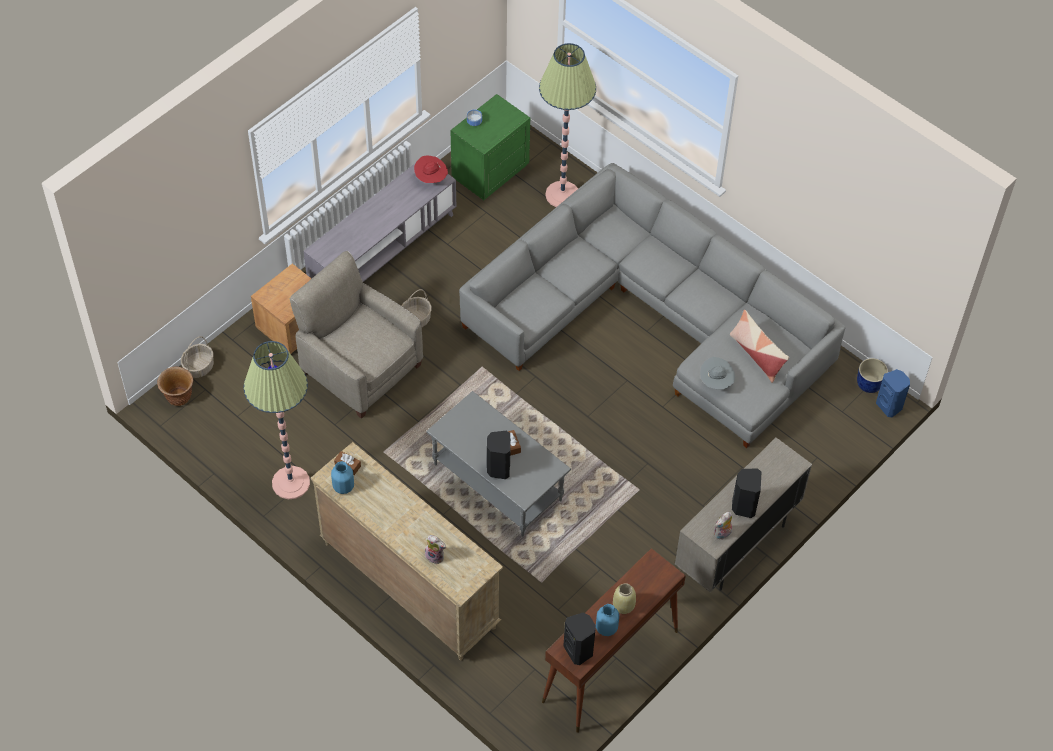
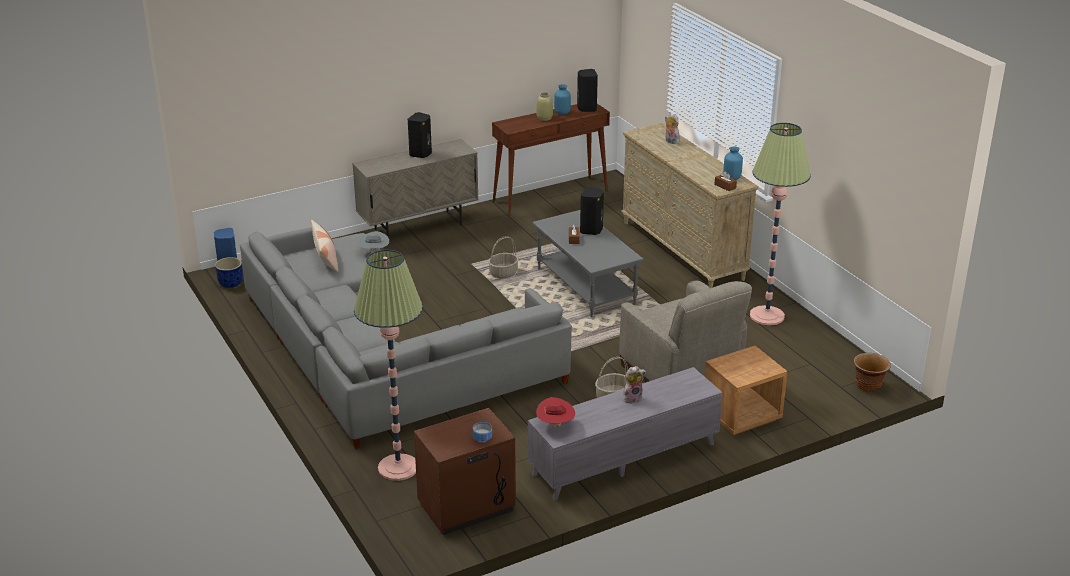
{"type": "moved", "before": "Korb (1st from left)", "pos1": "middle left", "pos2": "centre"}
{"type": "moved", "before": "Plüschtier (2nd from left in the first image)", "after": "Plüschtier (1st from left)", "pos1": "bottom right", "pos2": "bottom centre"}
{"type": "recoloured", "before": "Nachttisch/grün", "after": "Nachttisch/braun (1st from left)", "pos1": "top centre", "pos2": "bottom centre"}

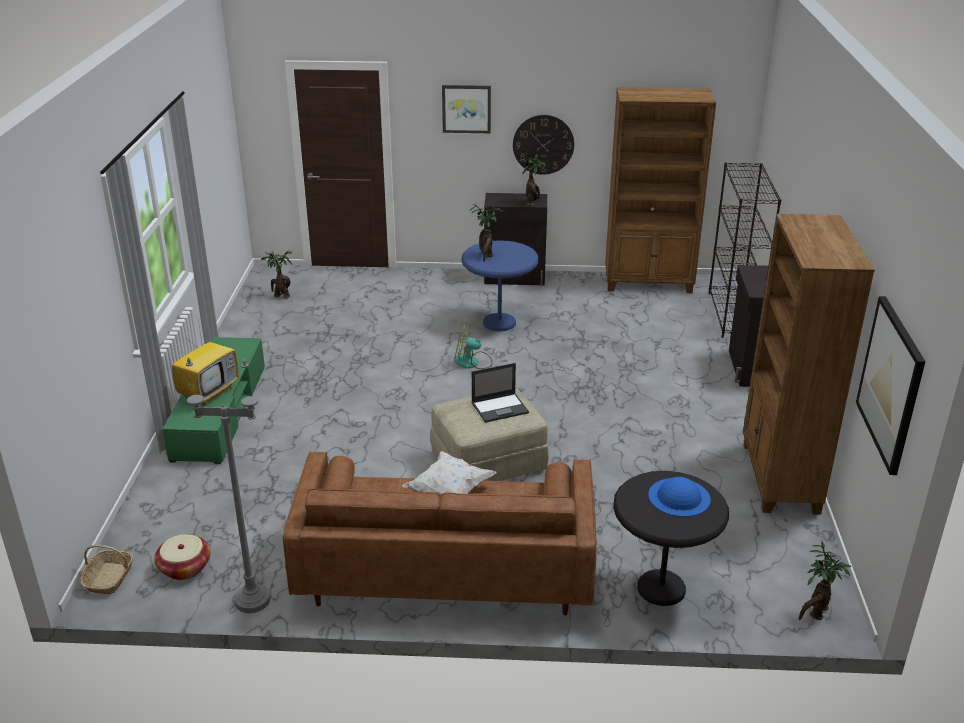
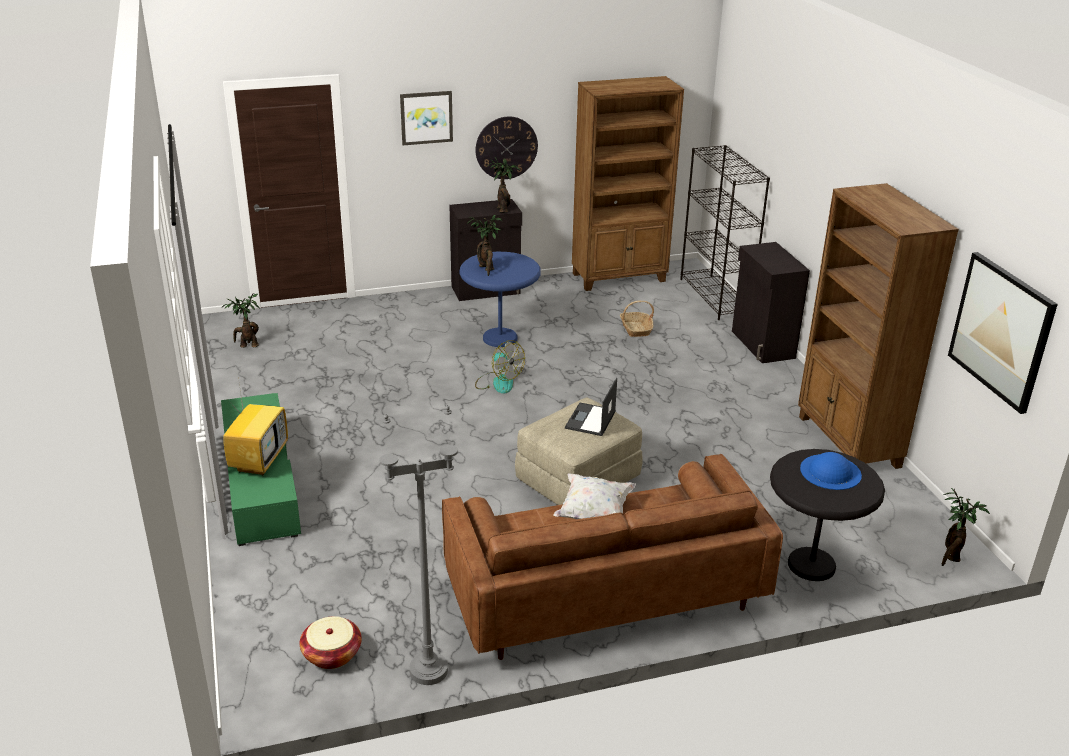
{"type": "moved", "before": "Korb (1st from left in the first image)", "after": "Korb (2nd from left)", "pos1": "bottom left", "pos2": "centre"}
{"type": "turned", "before": "Ventilator", "pos1": "centre", "pos2": "centre", "turn": -120}
{"type": "turned", "before": "Laptop", "pos1": "centre", "pos2": "centre", "turn": 150}

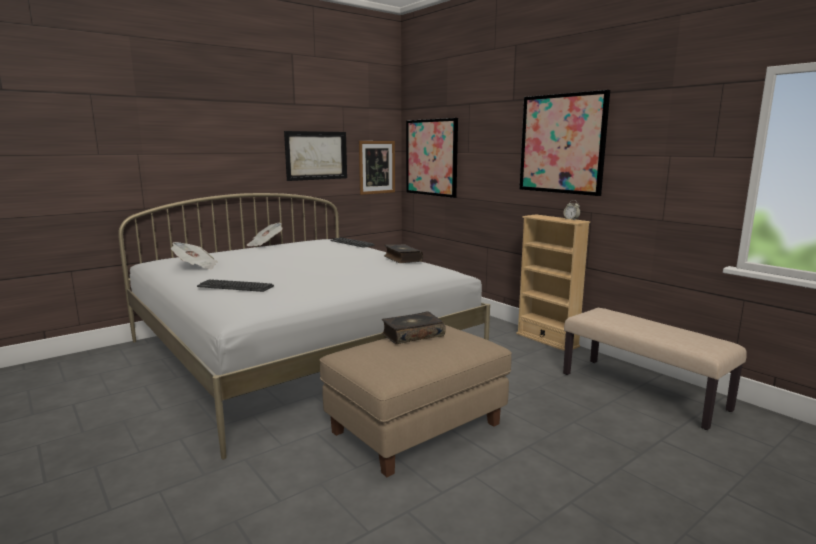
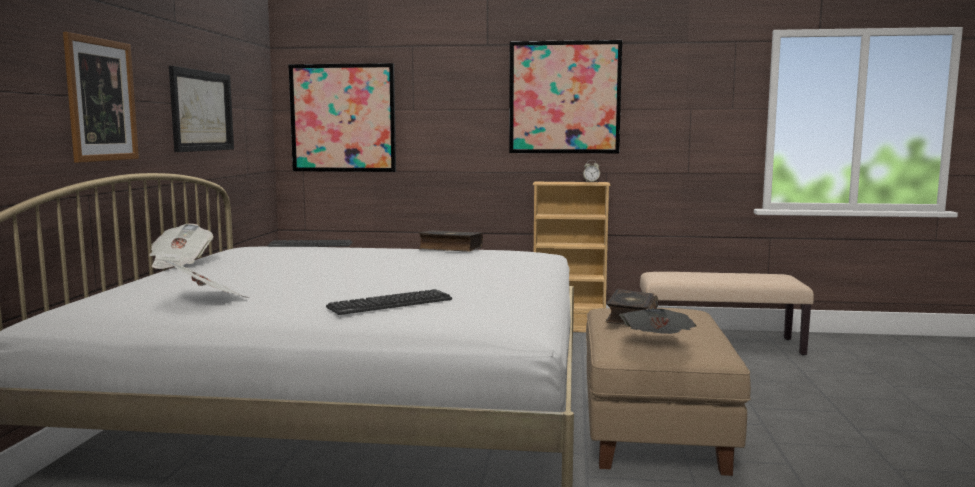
{"type": "added", "after": "Zeitung (3rd from left)", "pos2": "middle right"}
{"type": "moved", "before": "Bild (2nd from left in the first image)", "after": "Bild (1st from left)", "pos1": "top centre", "pos2": "top left"}

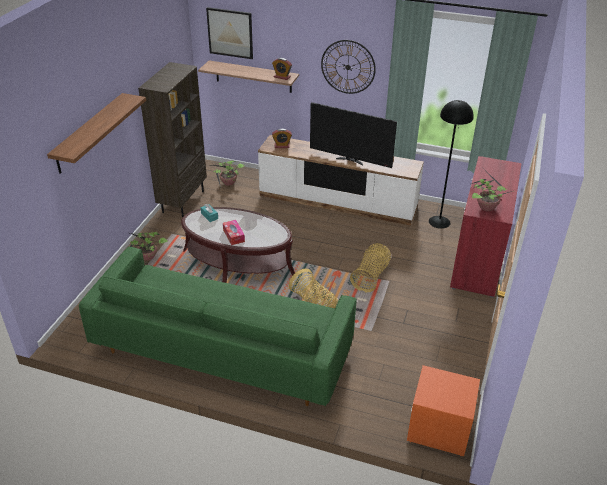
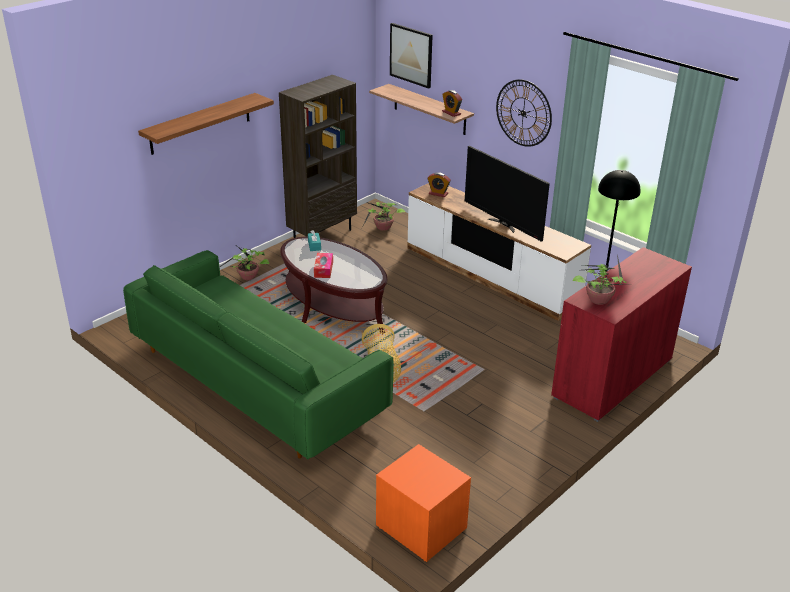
{"type": "removed", "before": "Korb (2nd from left)", "pos1": "centre"}

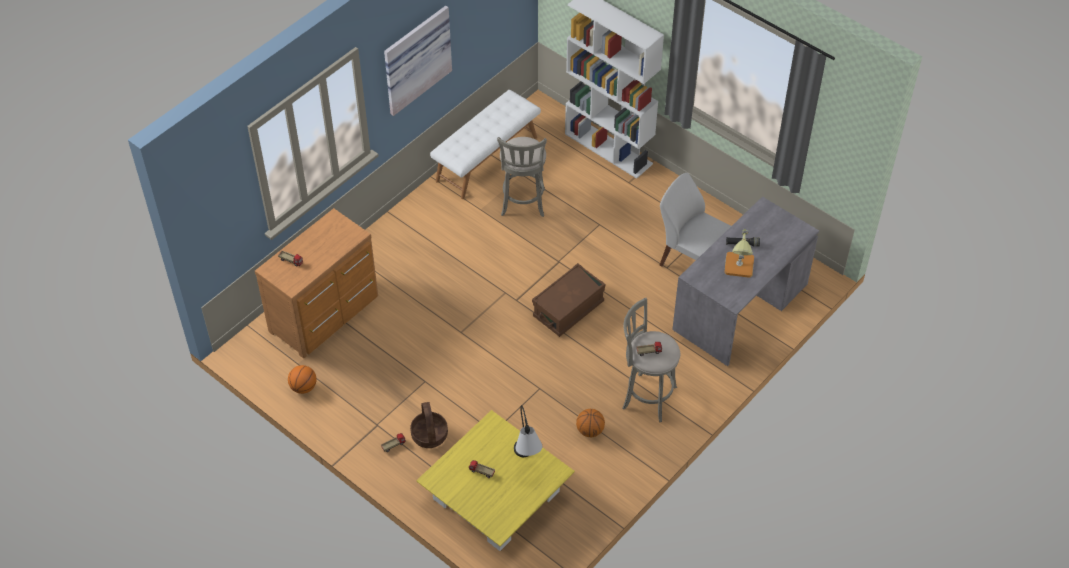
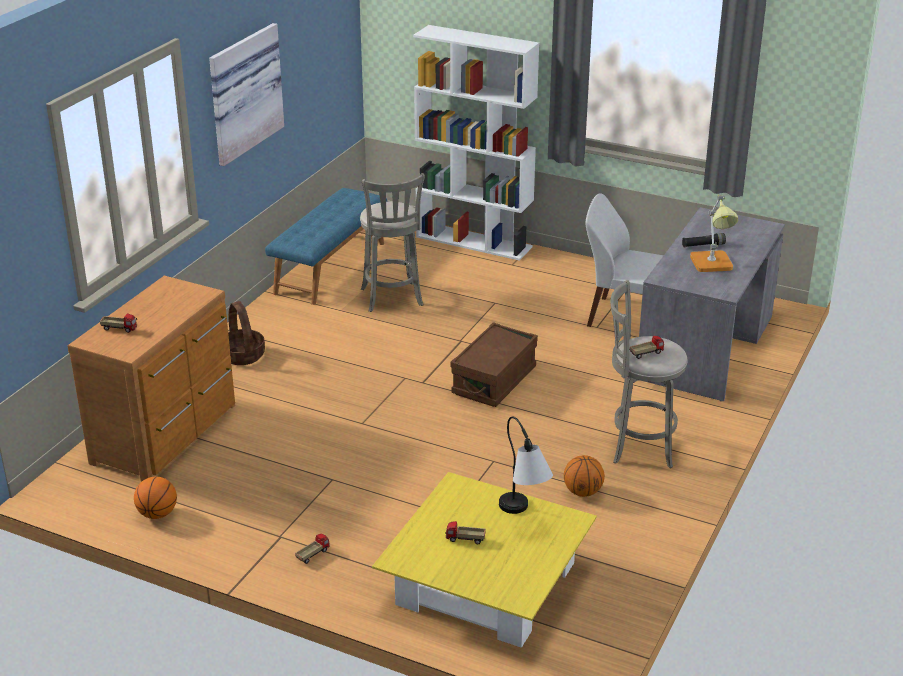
{"type": "moved", "before": "Korb", "pos1": "bottom centre", "pos2": "middle left"}
{"type": "recoloured", "before": "Bank/weiß", "after": "Bank/blau", "pos1": "top centre", "pos2": "centre"}

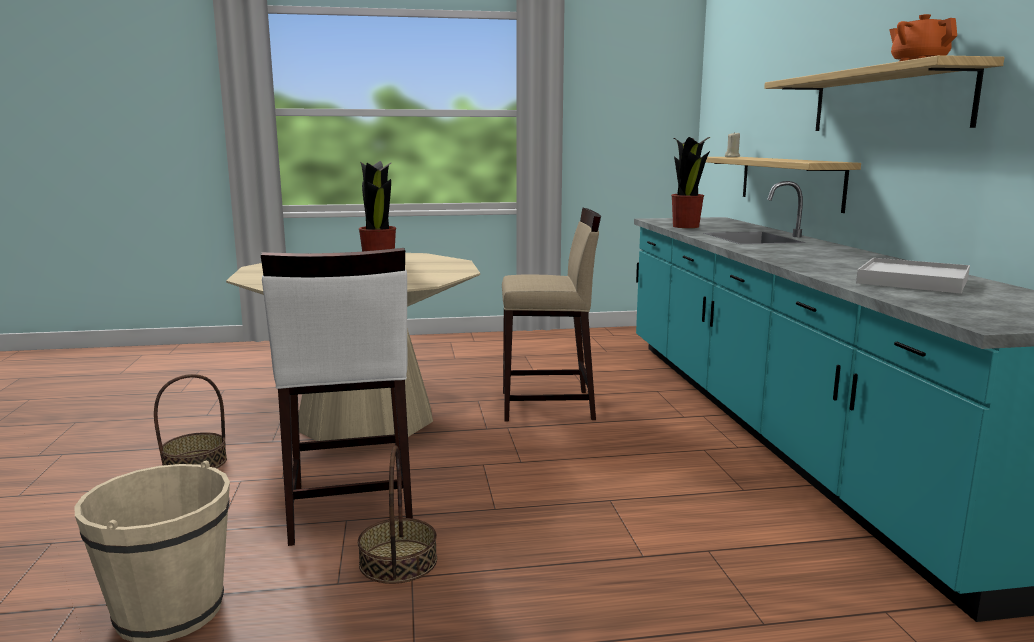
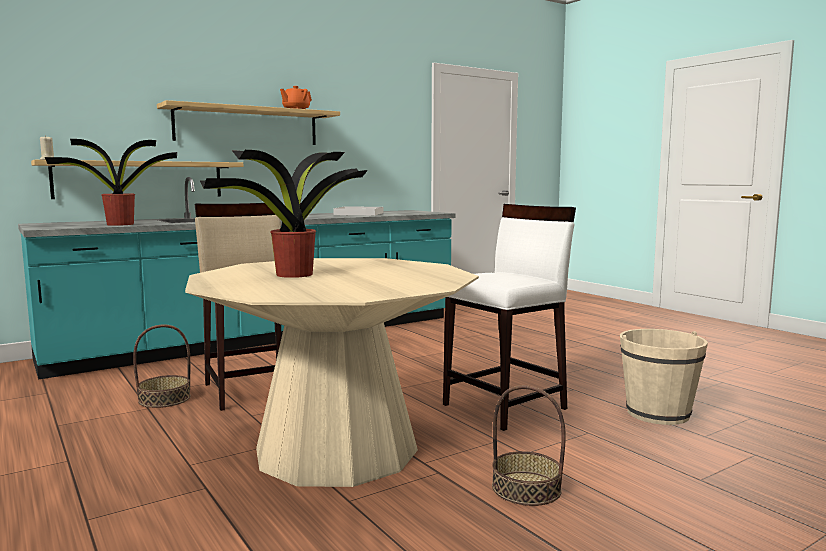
{"type": "moved", "before": "Korb (2nd from left in the first image)", "after": "Korb (1st from left)", "pos1": "bottom centre", "pos2": "middle left"}

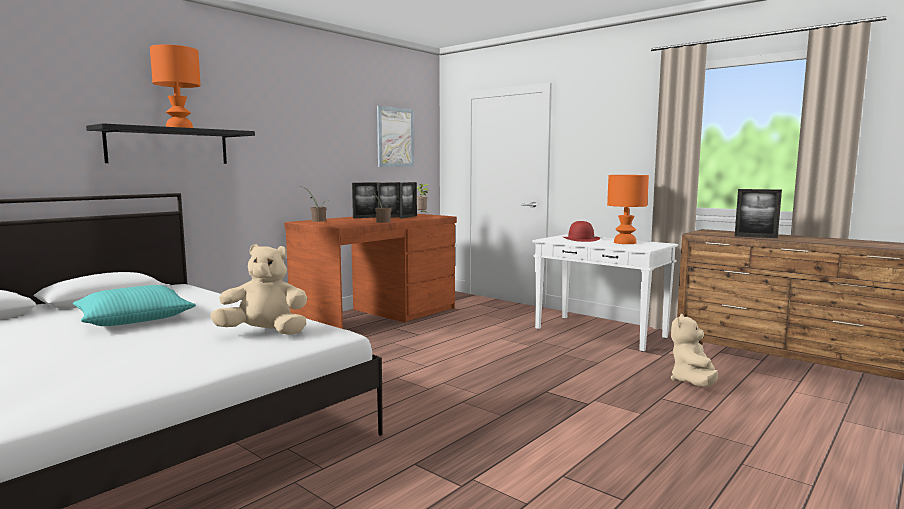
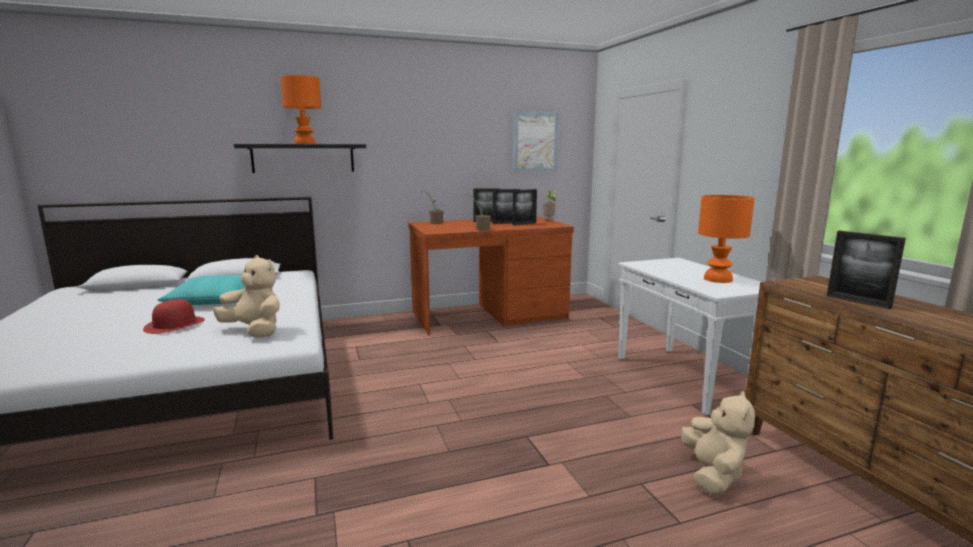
{"type": "moved", "before": "Hut/rot", "pos1": "centre", "pos2": "middle left"}
{"type": "turned", "before": "Plüschtier/beige (2nd from left)", "pos1": "bottom right", "pos2": "bottom right", "turn": 135}

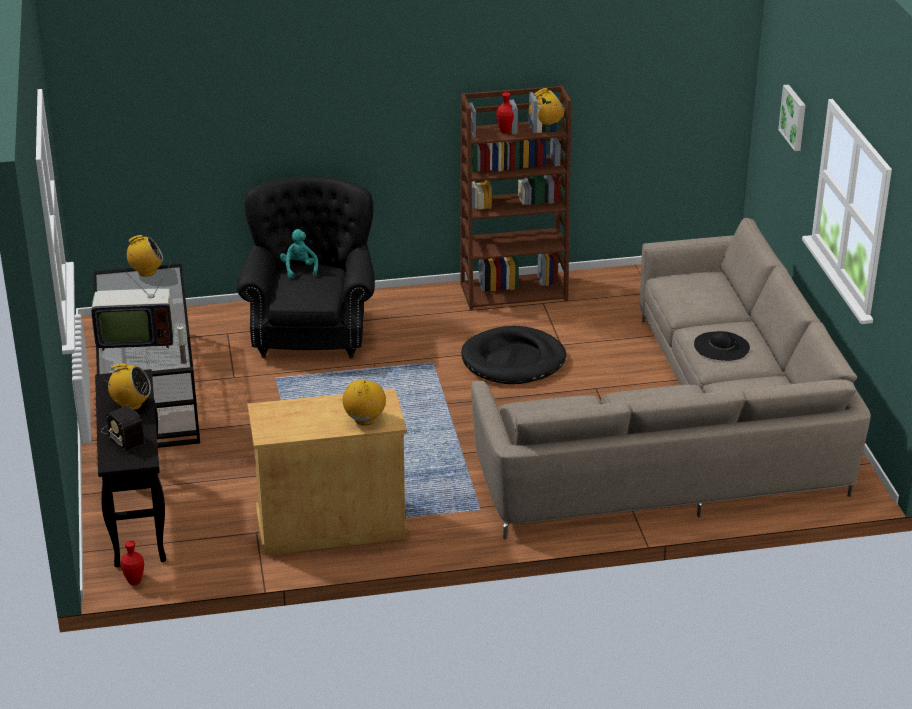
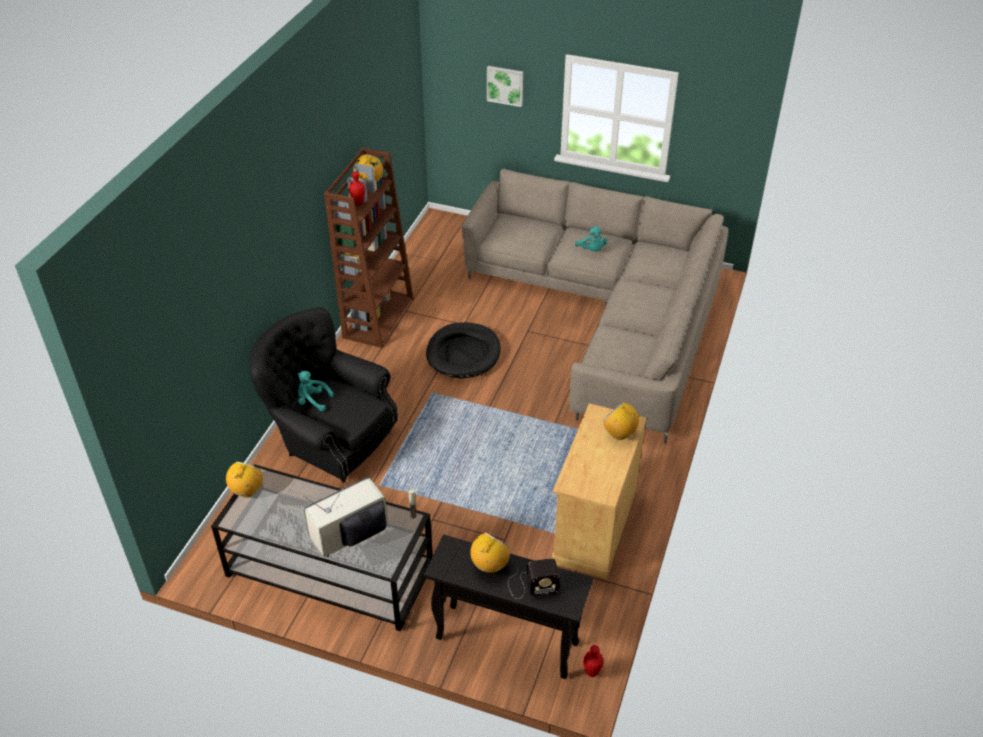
{"type": "replaced", "before": "Hut/schwarz", "after": "Plüschtier/türkis (2nd from left)", "pos1": "middle right", "pos2": "top centre"}
{"type": "turned", "before": "Fernseher", "pos1": "middle left", "pos2": "bottom centre", "turn": -150}

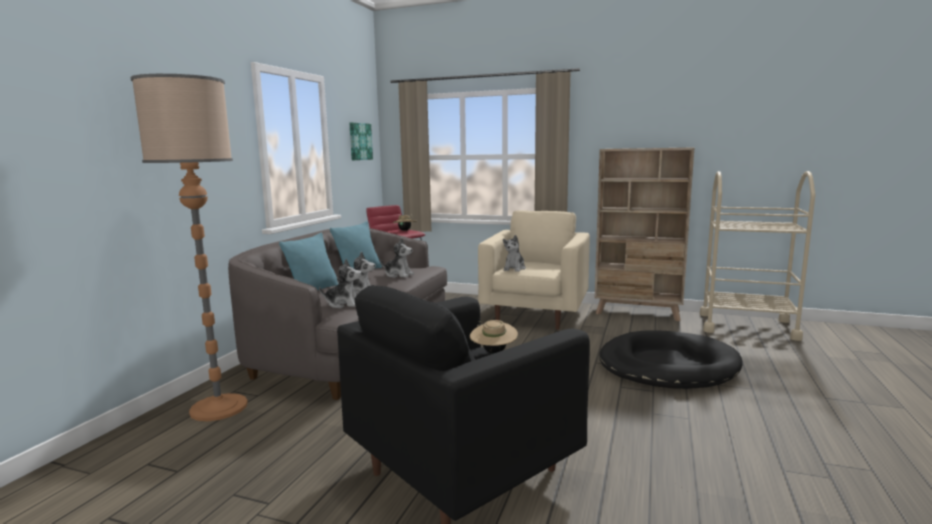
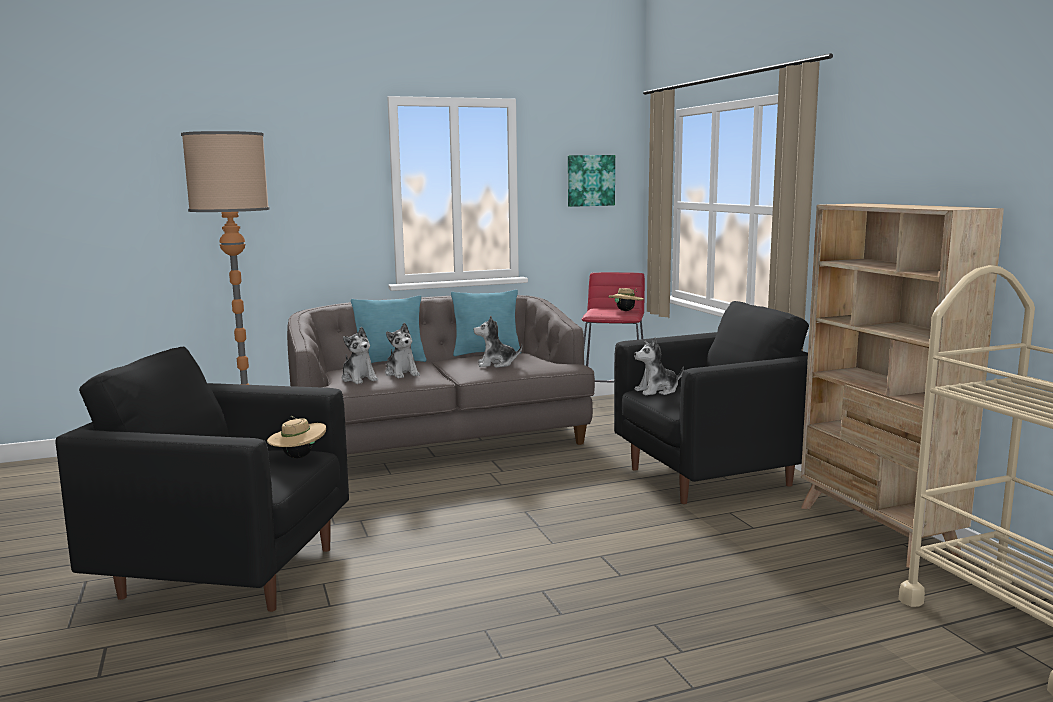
{"type": "removed", "before": "Hundebett/schwarz", "pos1": "bottom right"}
{"type": "recoloured", "before": "Sessel/beige", "after": "Sessel/schwarz (2nd from left)", "pos1": "centre", "pos2": "middle right"}
{"type": "turned", "before": "Plüschtier (3rd from left)", "pos1": "centre", "pos2": "centre", "turn": 105}

